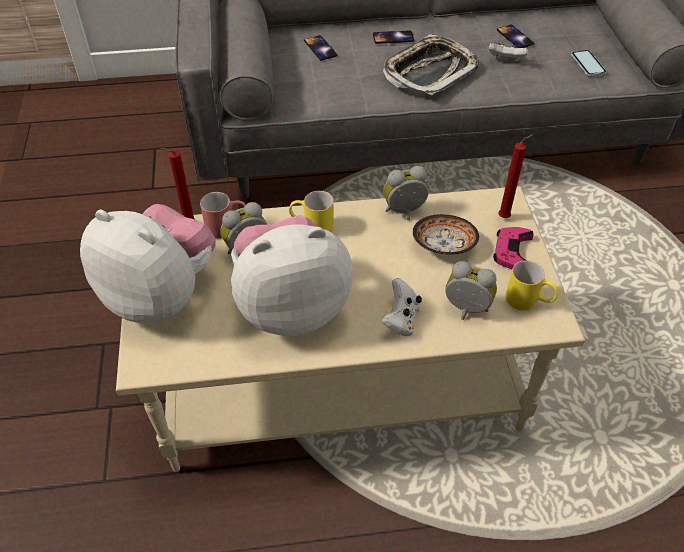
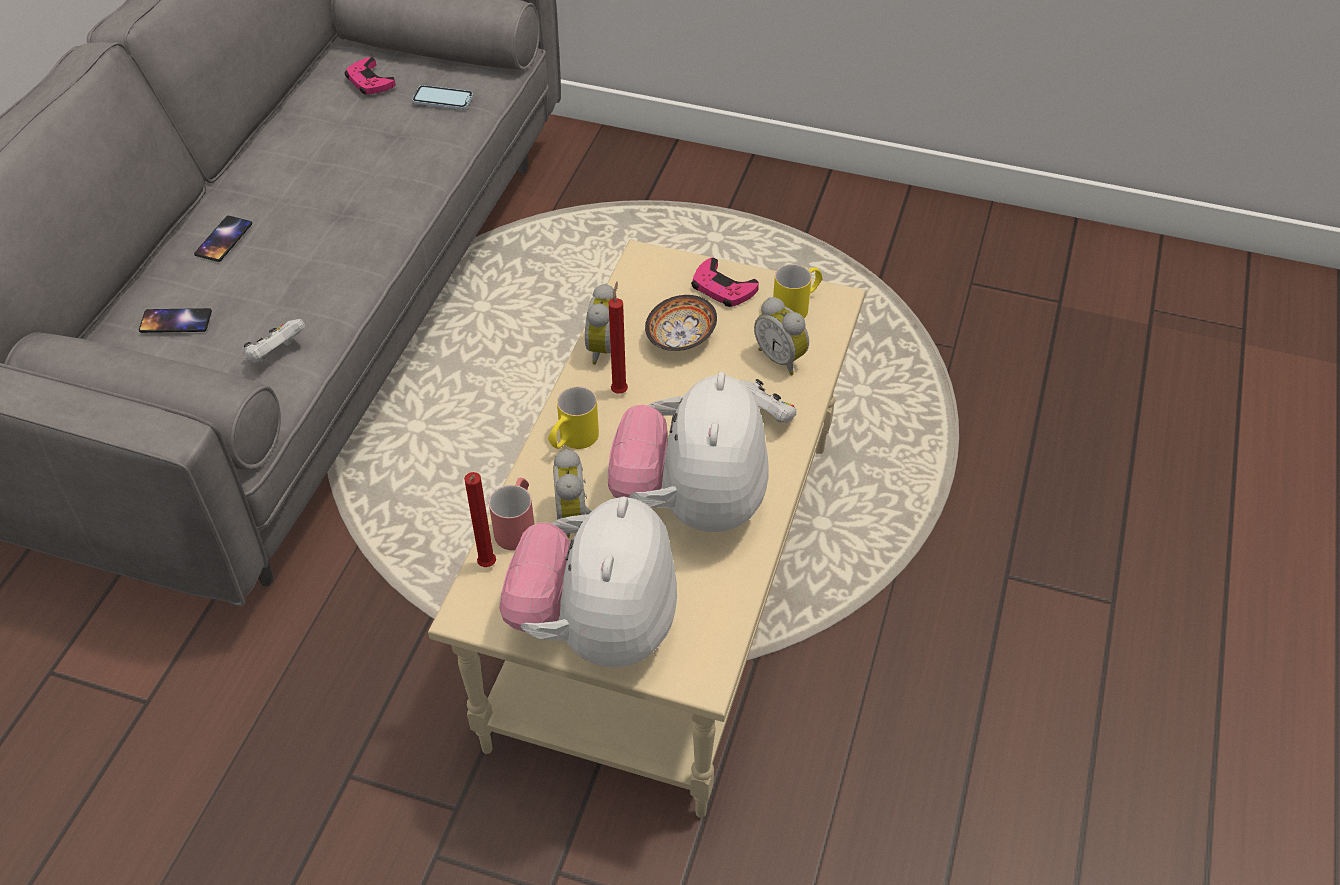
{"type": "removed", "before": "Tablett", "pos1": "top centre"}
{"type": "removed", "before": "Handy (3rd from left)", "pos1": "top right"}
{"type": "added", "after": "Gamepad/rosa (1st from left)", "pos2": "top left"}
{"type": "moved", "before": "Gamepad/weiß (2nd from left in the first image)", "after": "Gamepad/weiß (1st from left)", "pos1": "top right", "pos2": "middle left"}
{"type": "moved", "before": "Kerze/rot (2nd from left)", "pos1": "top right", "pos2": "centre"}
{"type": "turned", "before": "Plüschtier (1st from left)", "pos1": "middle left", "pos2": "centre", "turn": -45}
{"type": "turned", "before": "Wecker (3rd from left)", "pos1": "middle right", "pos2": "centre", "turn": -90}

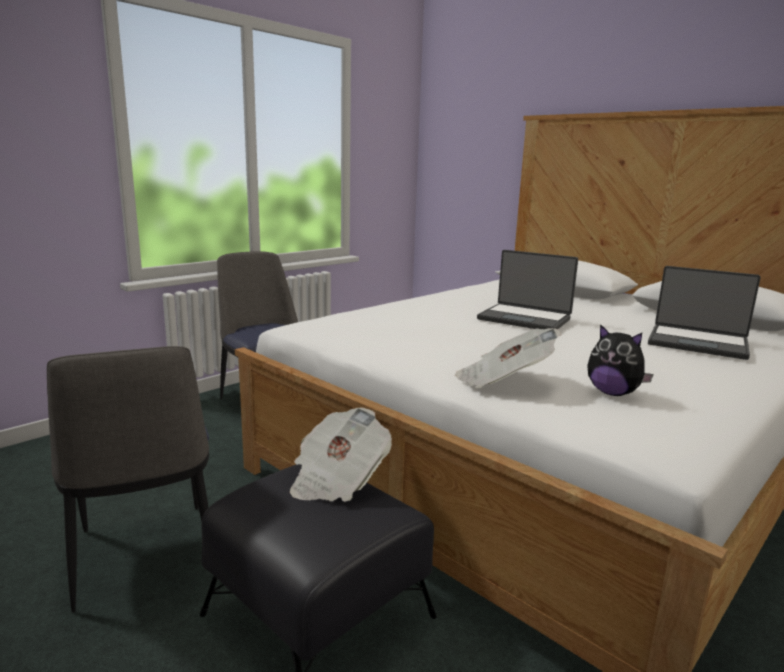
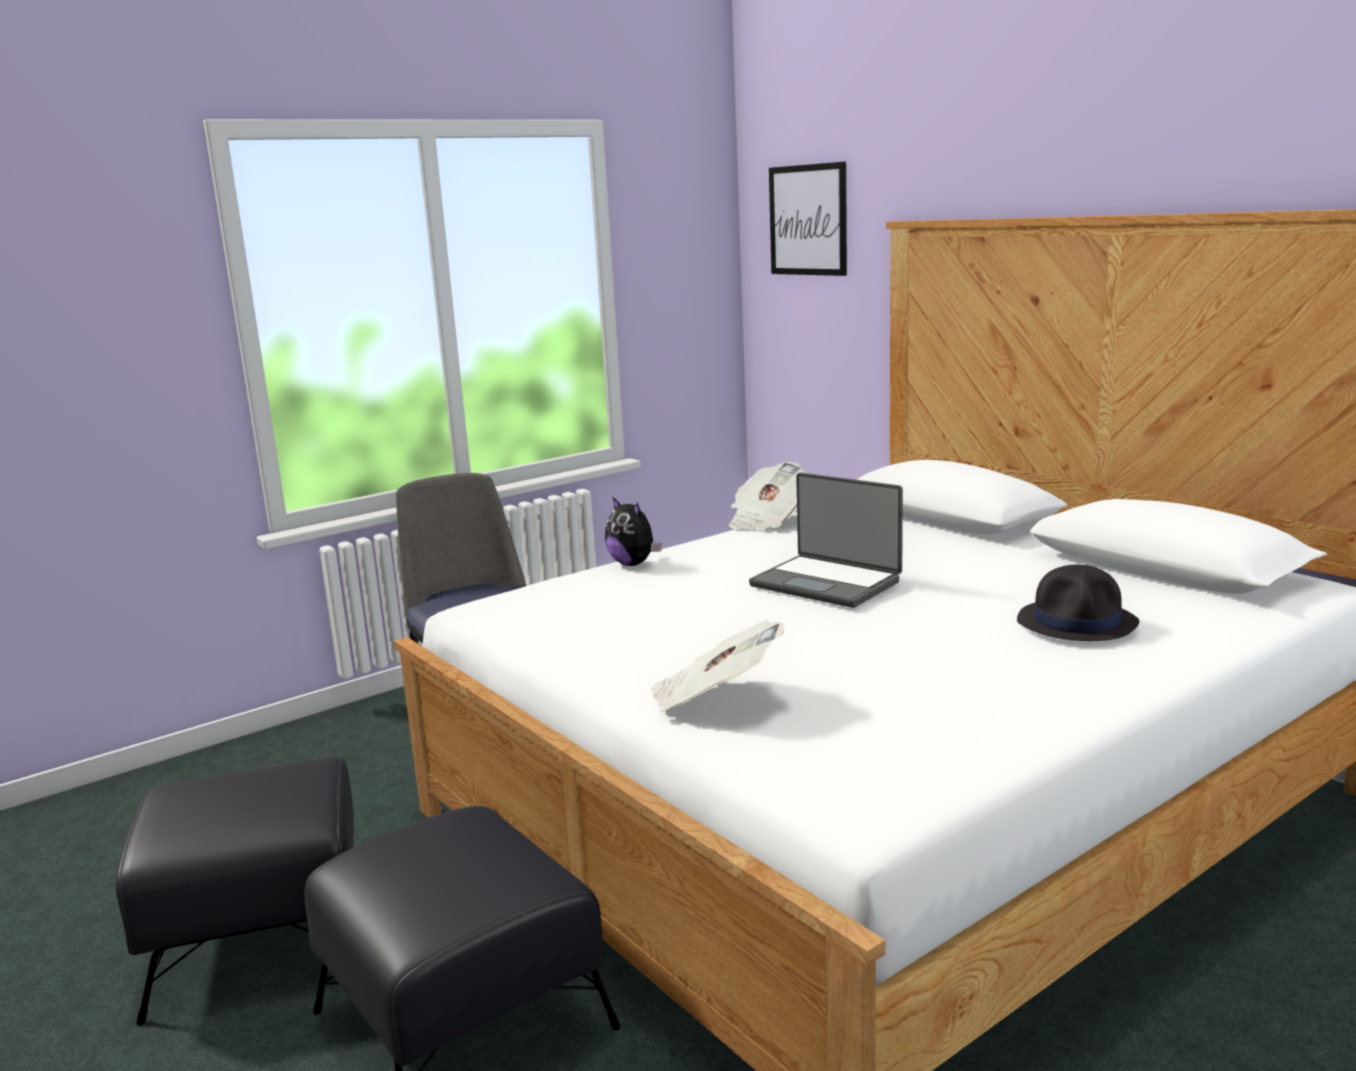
{"type": "added", "after": "Bild", "pos2": "top centre"}
{"type": "moved", "before": "Zeitung (1st from left in the first image)", "after": "Zeitung (2nd from left)", "pos1": "bottom centre", "pos2": "centre"}
{"type": "moved", "before": "Plüschtier", "pos1": "middle right", "pos2": "centre"}
{"type": "replaced", "before": "Stuhl (1st from left)", "after": "Polsterhocker/schwarz (1st from left)", "pos1": "bottom left", "pos2": "bottom left"}
{"type": "replaced", "before": "Laptop (2nd from left)", "after": "Hut/schwarz", "pos1": "middle right", "pos2": "middle right"}

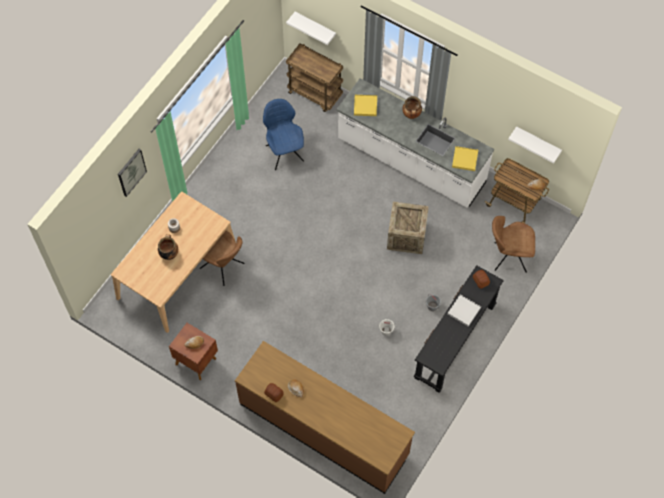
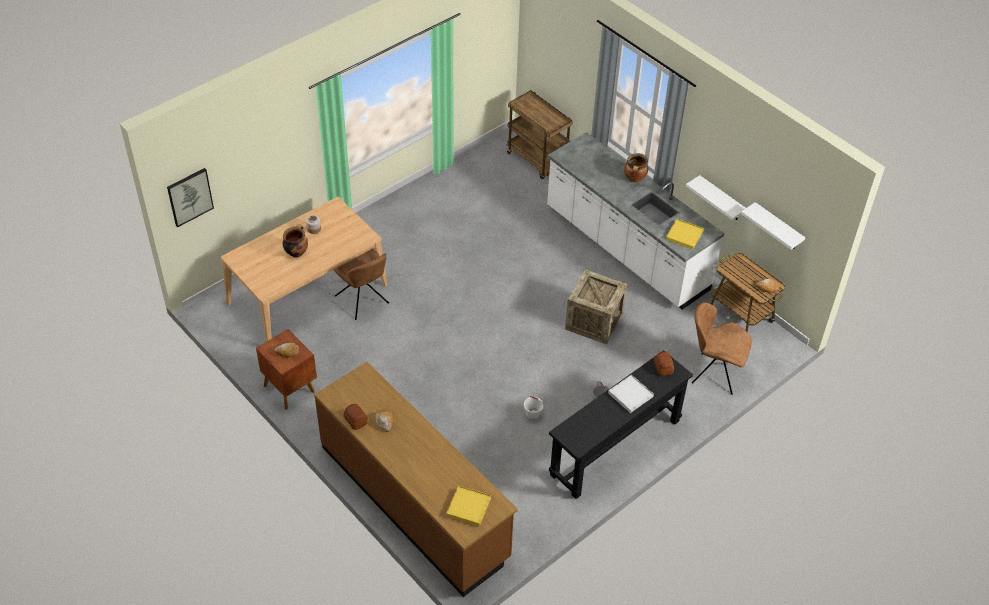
{"type": "removed", "before": "Stuhl/blau", "pos1": "top centre"}
{"type": "moved", "before": "Bild", "pos1": "middle left", "pos2": "top left"}
{"type": "moved", "before": "Wandregal/weiß (1st from left)", "pos1": "top centre", "pos2": "top right"}
{"type": "moved", "before": "Tablett/gelb (1st from left)", "pos1": "top centre", "pos2": "bottom centre"}

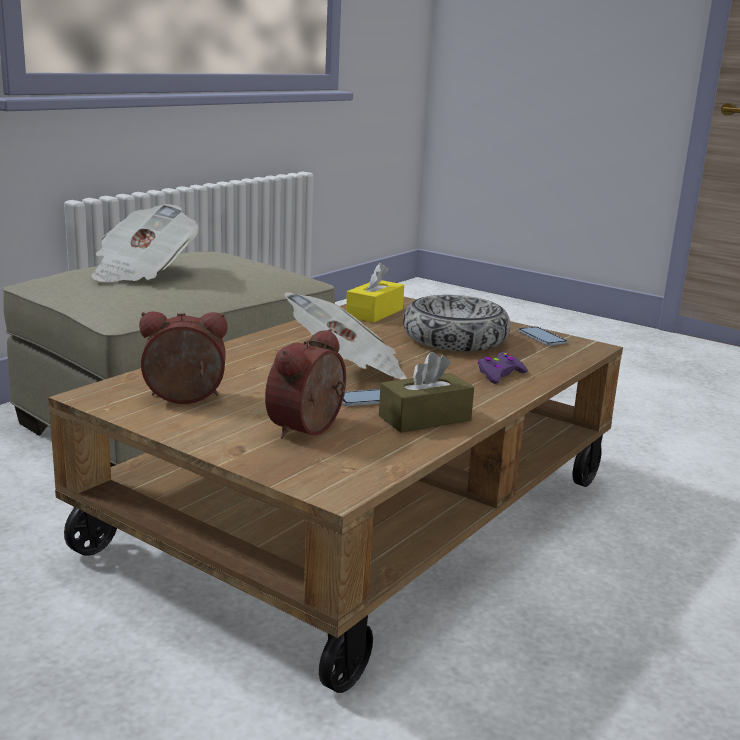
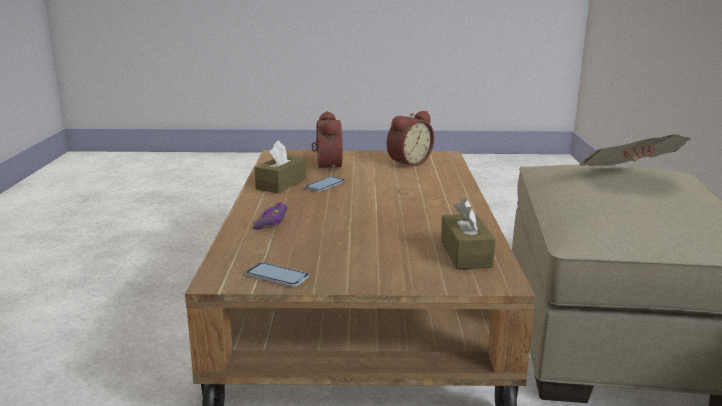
{"type": "removed", "before": "Zeitung (2nd from left)", "pos1": "centre"}
{"type": "removed", "before": "Schüssel", "pos1": "centre"}
{"type": "recoloured", "before": "Taschentuchbox/gelb", "after": "Taschentuchbox/braun (2nd from left)", "pos1": "centre", "pos2": "centre"}

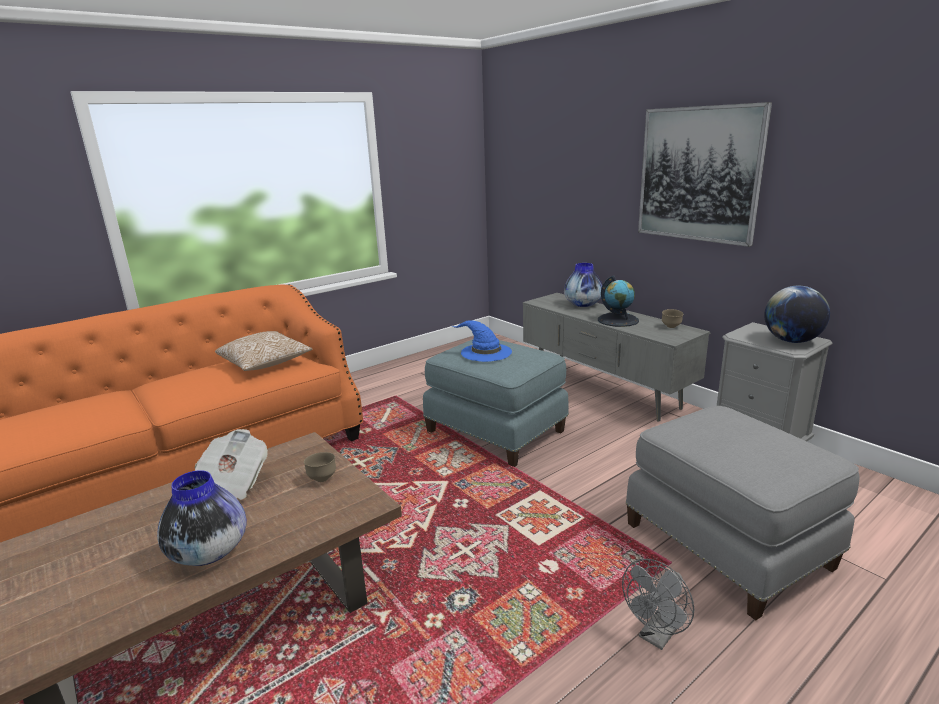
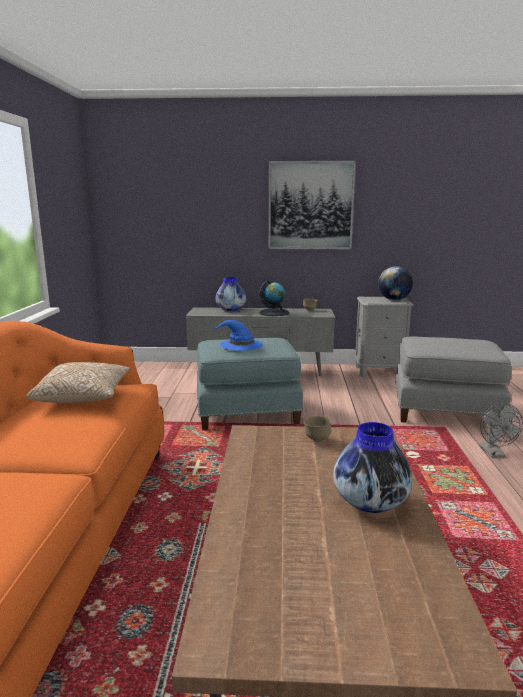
{"type": "removed", "before": "Zeitung", "pos1": "middle left"}

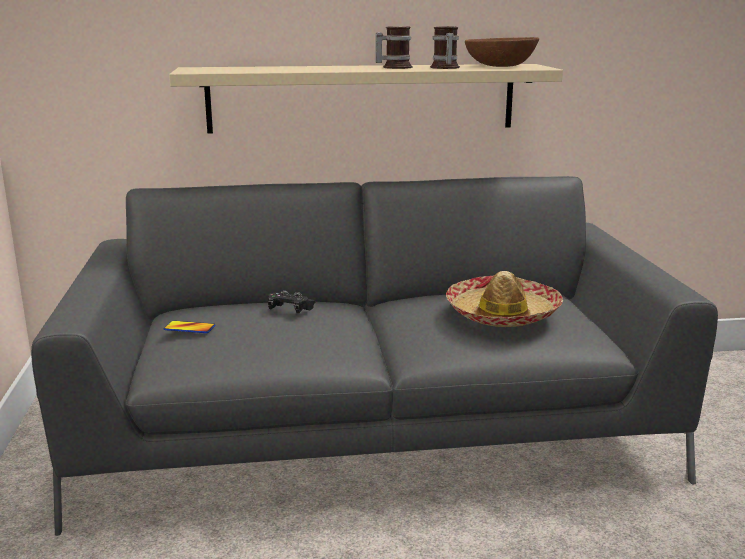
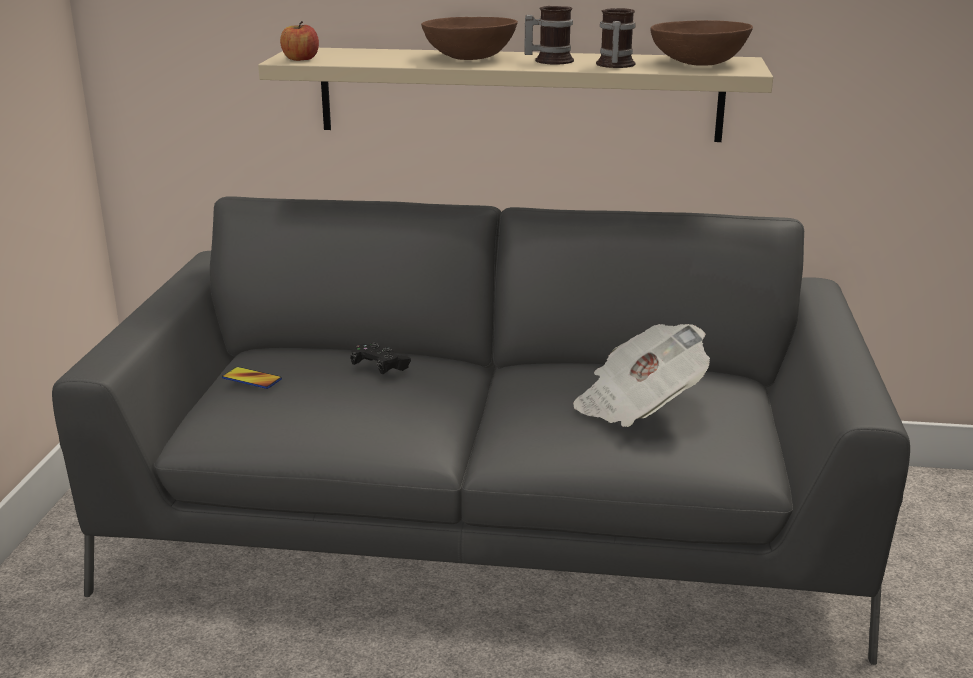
{"type": "added", "after": "Apfel", "pos2": "top left"}
{"type": "added", "after": "Schüssel/braun (1st from left)", "pos2": "top centre"}
{"type": "replaced", "before": "Hut", "after": "Zeitung", "pos1": "middle right", "pos2": "centre"}

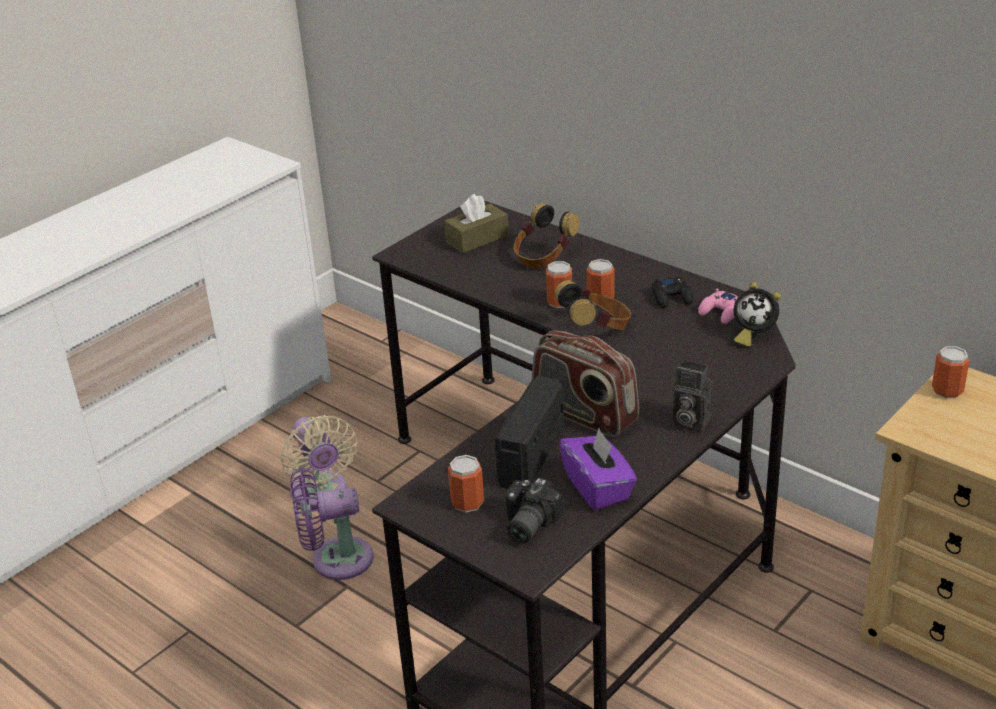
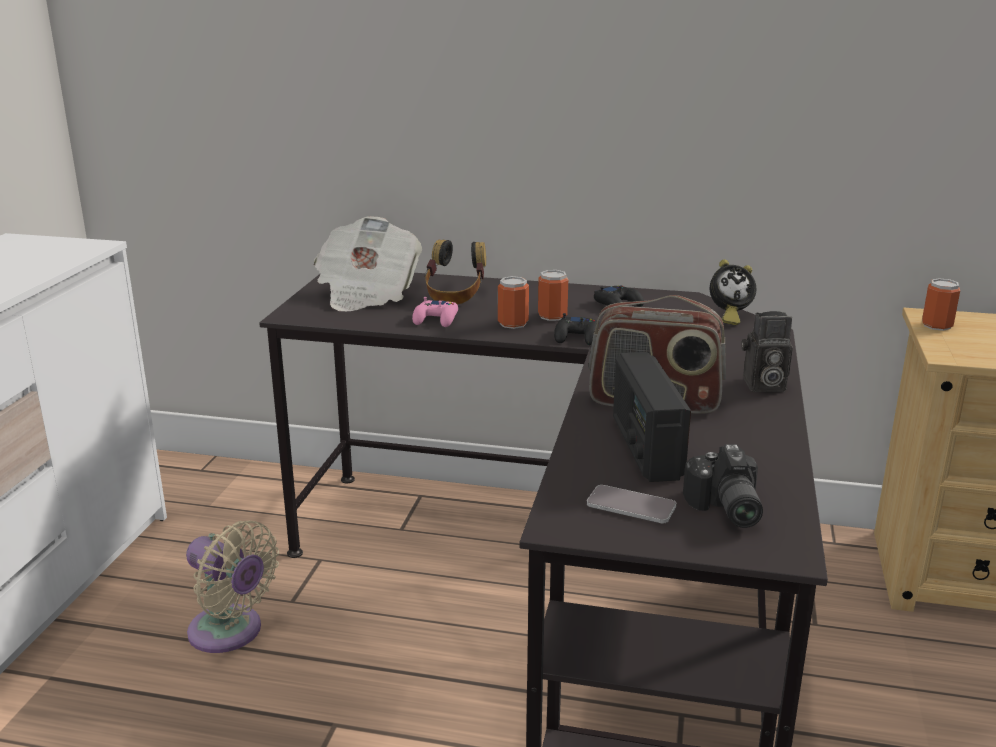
{"type": "removed", "before": "Ventilator/lila", "pos1": "bottom centre"}
{"type": "removed", "before": "Taschentuchbox/lila", "pos1": "centre"}
{"type": "moved", "before": "Gamepad/rosa", "pos1": "middle right", "pos2": "centre"}
{"type": "replaced", "before": "Taschentuchbox/braun", "after": "Zeitung", "pos1": "top centre", "pos2": "centre"}
{"type": "replaced", "before": "Dose (1st from left)", "after": "Handy", "pos1": "bottom centre", "pos2": "bottom centre"}
{"type": "replaced", "before": "Kopfhörer (2nd from left)", "after": "Gamepad/schwarz (1st from left)", "pos1": "centre", "pos2": "centre"}

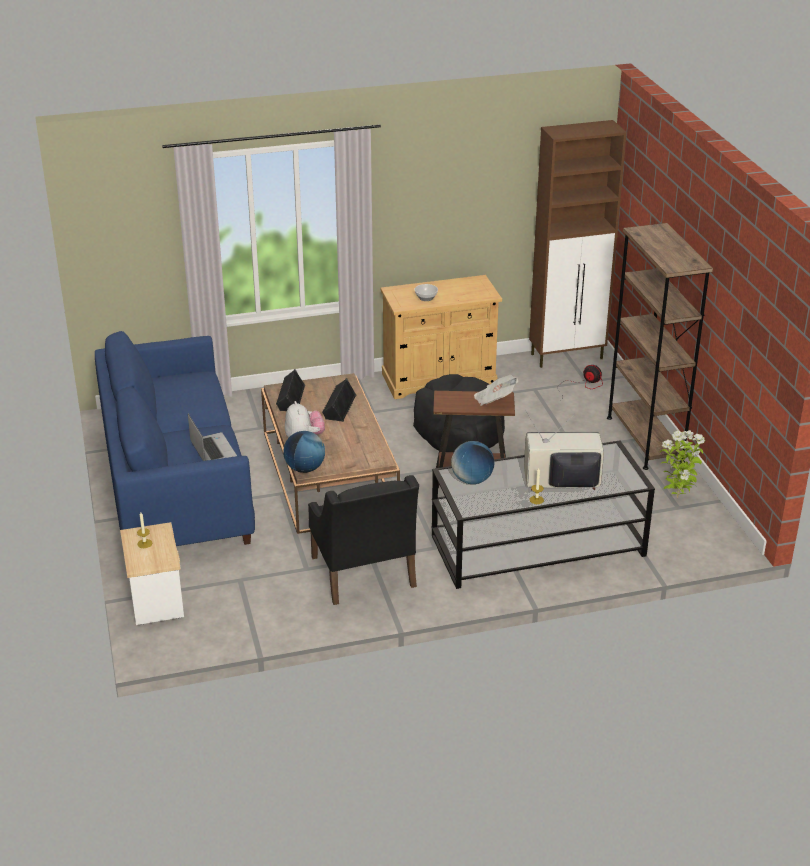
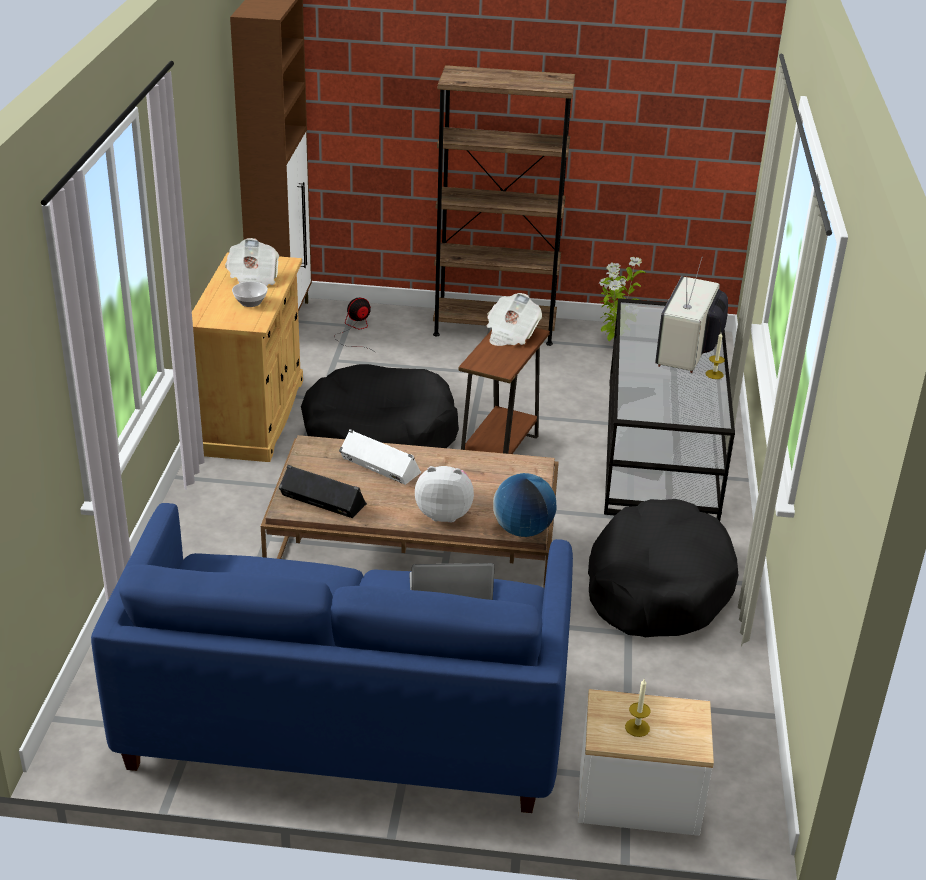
{"type": "removed", "before": "Globus (2nd from left)", "pos1": "centre"}
{"type": "added", "after": "Zeitung (1st from left)", "pos2": "top left"}
{"type": "replaced", "before": "Sessel/schwarz", "after": "Hundebett/schwarz (2nd from left)", "pos1": "centre", "pos2": "middle right"}
{"type": "recoloured", "before": "Lautsprecher/schwarz (2nd from left)", "after": "Lautsprecher/weiß", "pos1": "centre", "pos2": "centre"}

